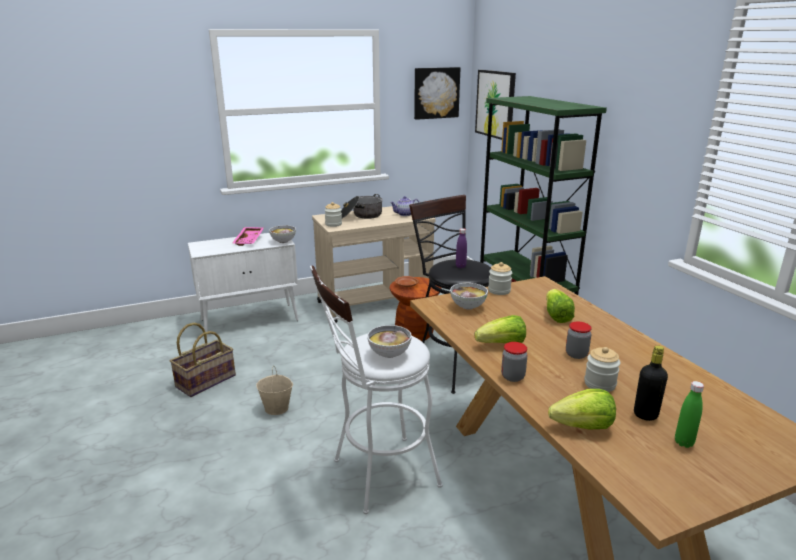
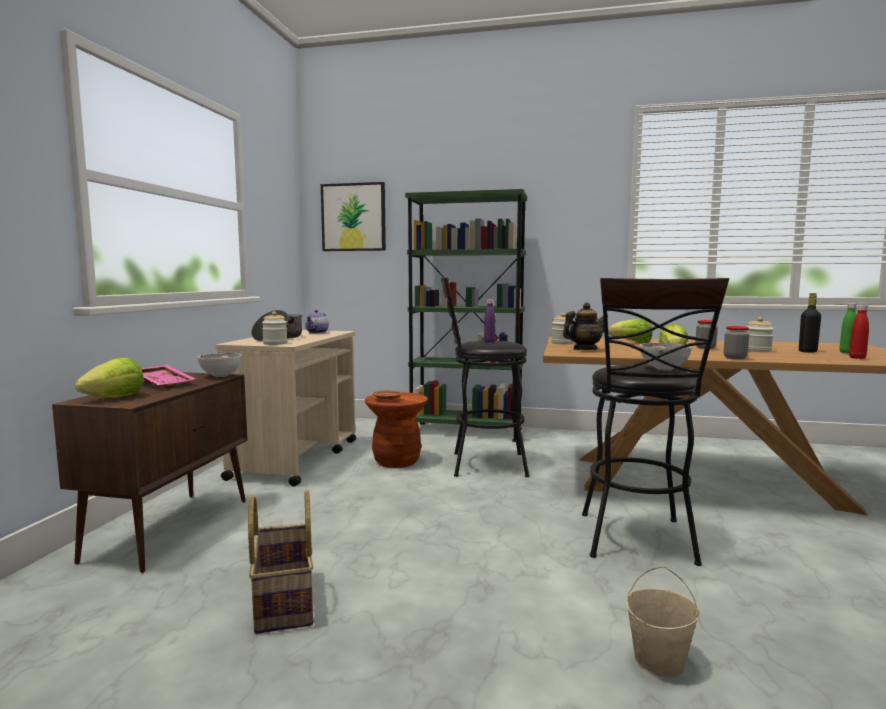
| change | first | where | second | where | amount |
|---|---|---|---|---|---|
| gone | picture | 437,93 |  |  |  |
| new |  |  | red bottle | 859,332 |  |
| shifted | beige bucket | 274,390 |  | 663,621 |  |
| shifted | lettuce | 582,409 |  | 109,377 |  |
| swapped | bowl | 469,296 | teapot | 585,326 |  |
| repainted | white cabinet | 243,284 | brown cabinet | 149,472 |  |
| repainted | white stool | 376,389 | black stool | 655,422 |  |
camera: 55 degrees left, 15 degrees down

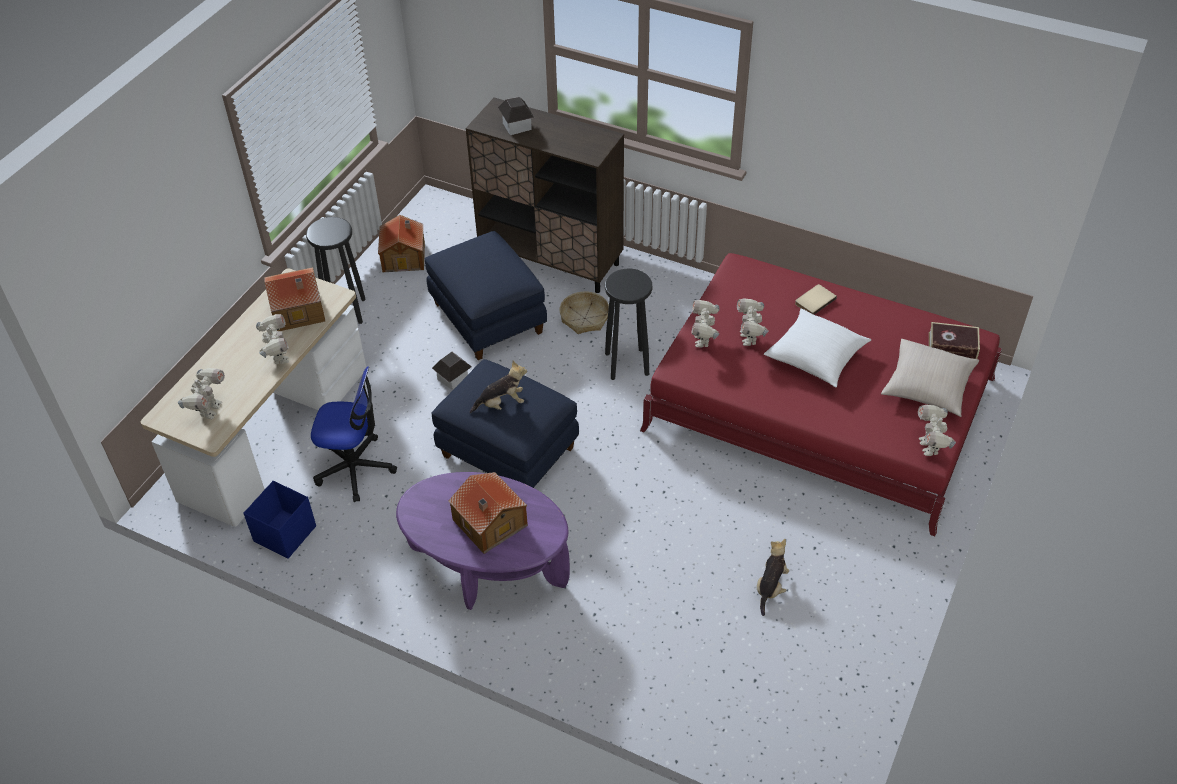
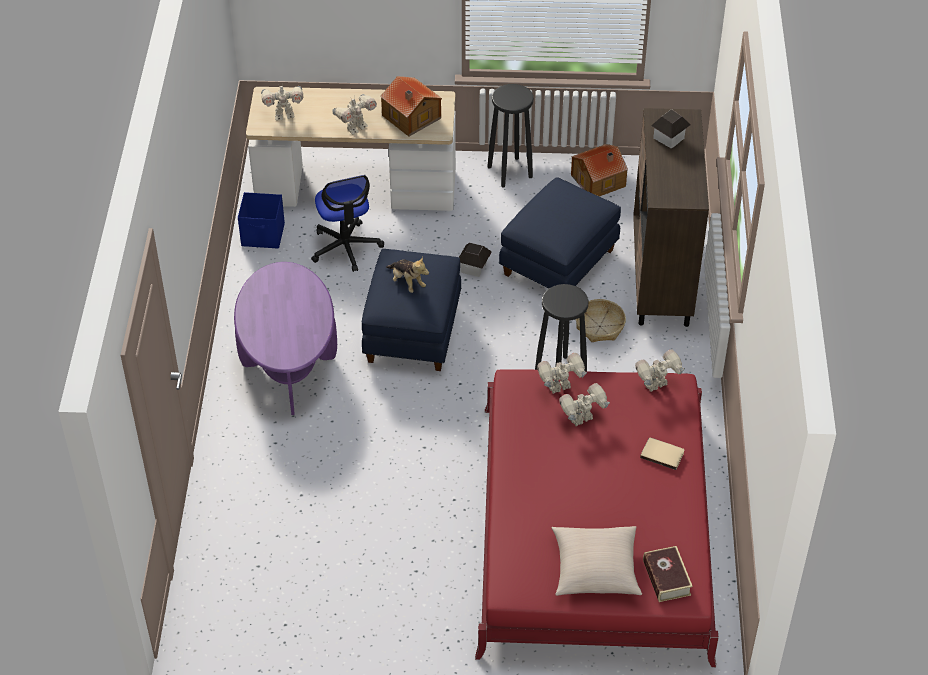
| change | first | where | second | where | amount |
|---|---|---|---|---|---|
| gone | toy house | 488,513 |  |  |  |
| gone | plush toy | 773,577 |  |  |  |
| gone | white pillow | 817,348 |  |  |  |
| shifted | toy robot | 937,430 |  | 660,370 |  |
camera: 65 degrees right, 0 degrees up

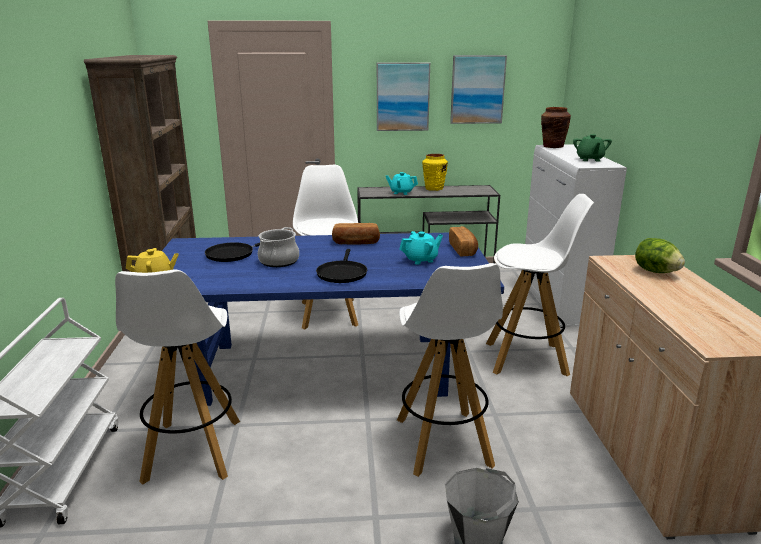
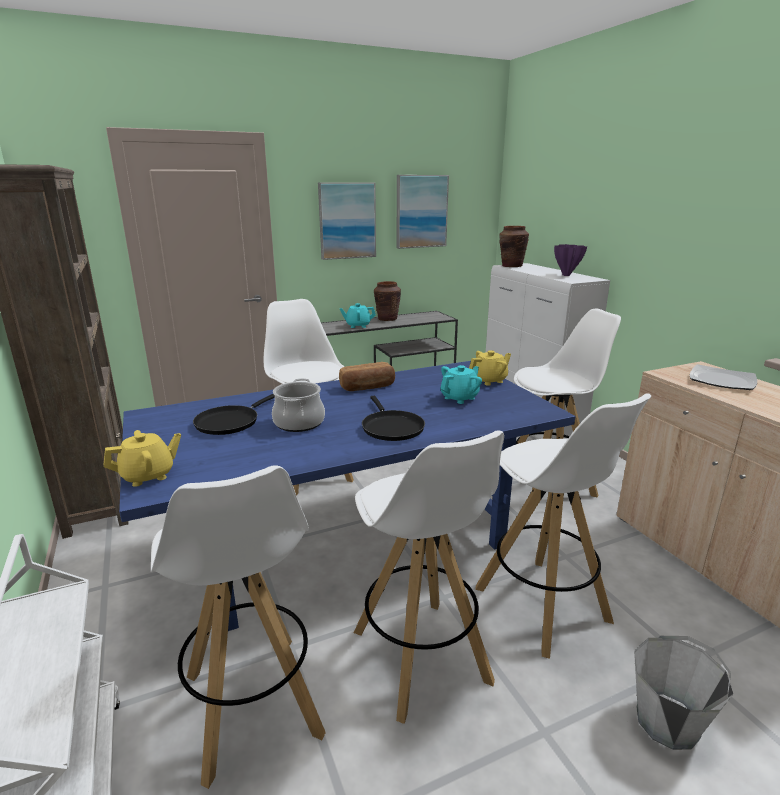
| change | first | where | second | where | amount |
|---|---|---|---|---|---|
| new |  |  | white stool | 429,577 |  |
| swapped | bread | 463,241 | yellow teapot | 490,368 |  |
| swapped | green teapot | 592,148 | purple vase | 570,260 |  |
| swapped | lettuce | 660,255 | plate | 723,377 |  |
| repainted | yellow vase | 435,172 | brown vase | 387,301 |  |
camera: 20 degrees left, 0 degrees up

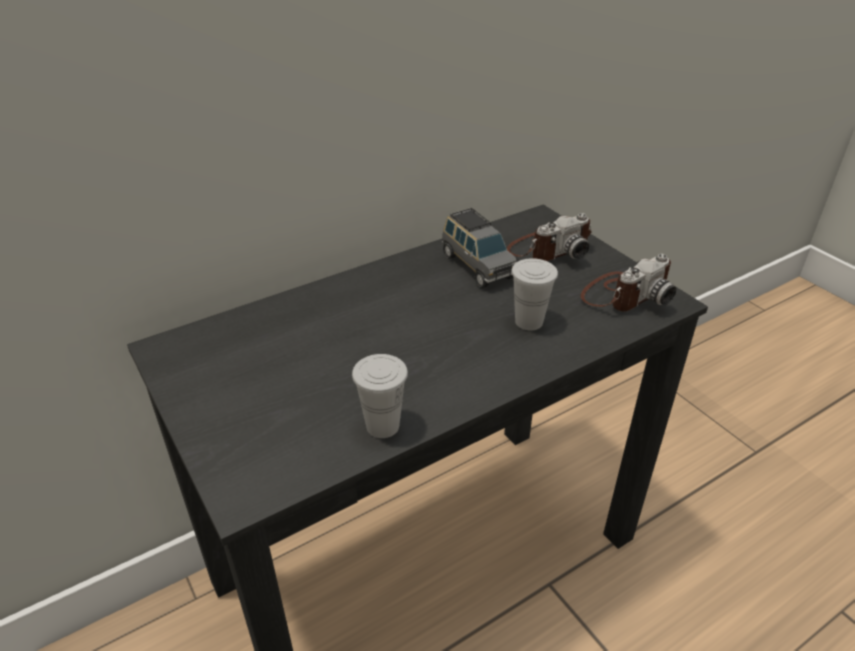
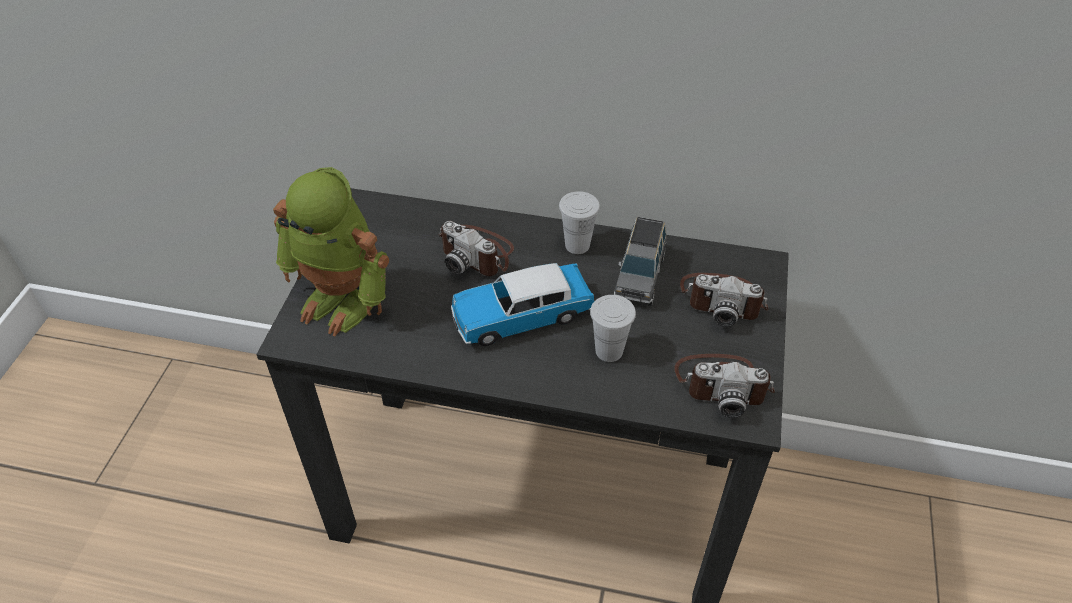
| change | first | where | second | where | amount |
|---|---|---|---|---|---|
| new |  |  | toy robot | 331,251 |  |
| new |  |  | photo camera | 476,248 |  |
| new |  |  | toy car | 522,304 |  |
| shifted | white cup | 380,396 |  | 579,222 |  |
camera: 45 degrees right, 10 degrees up

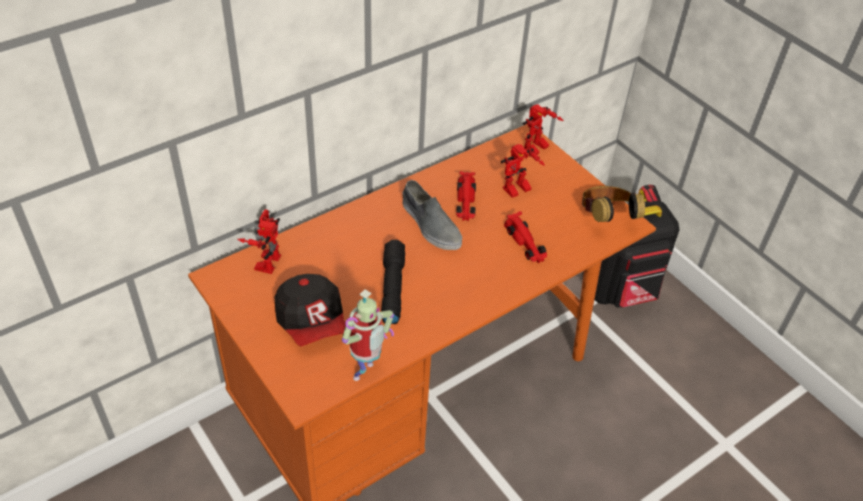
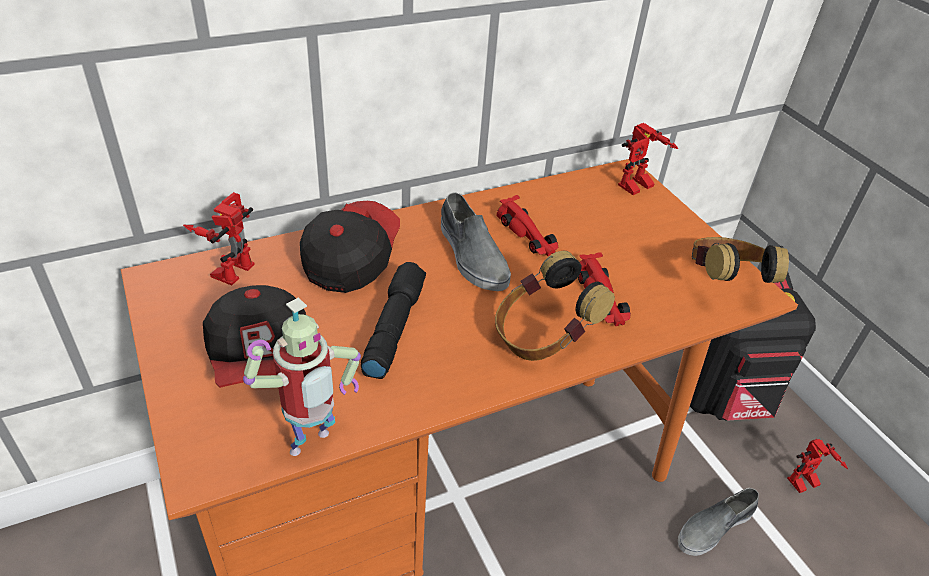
| change | first | where | second | where | amount |
|---|---|---|---|---|---|
| new |  |  | cap | 350,247 |  |
| new |  |  | headphones | 555,306 |  |
| new |  |  | grey shoe | 718,522 |  |
| shifted | toy robot | 523,171 |  | 817,466 |  |
| rotated | red toy car | 466,196 |  | 527,225 | 45 degrees counterclockwise |
camera: 10 degrees right, 5 degrees down

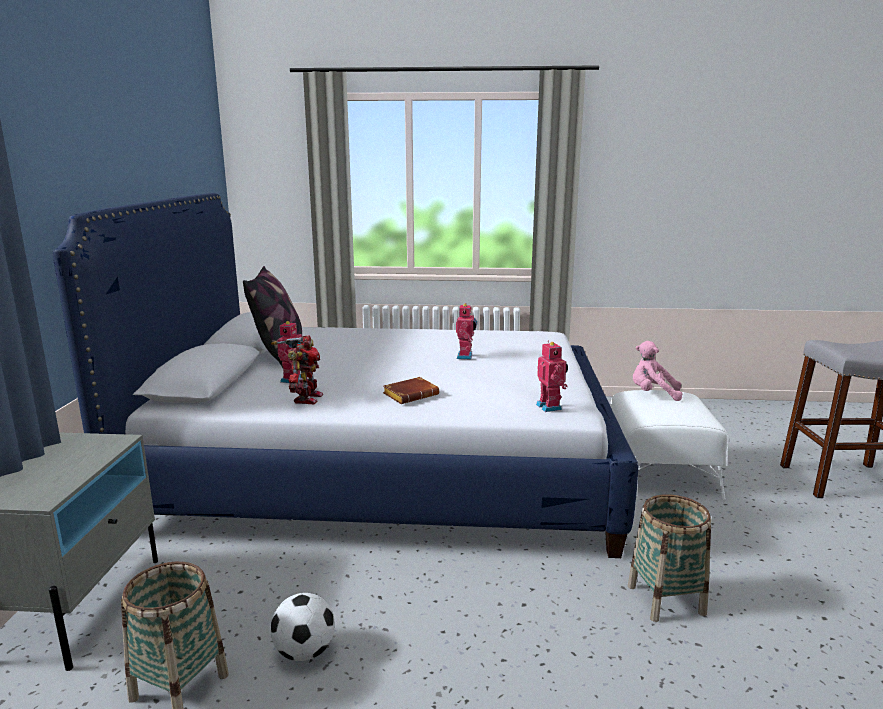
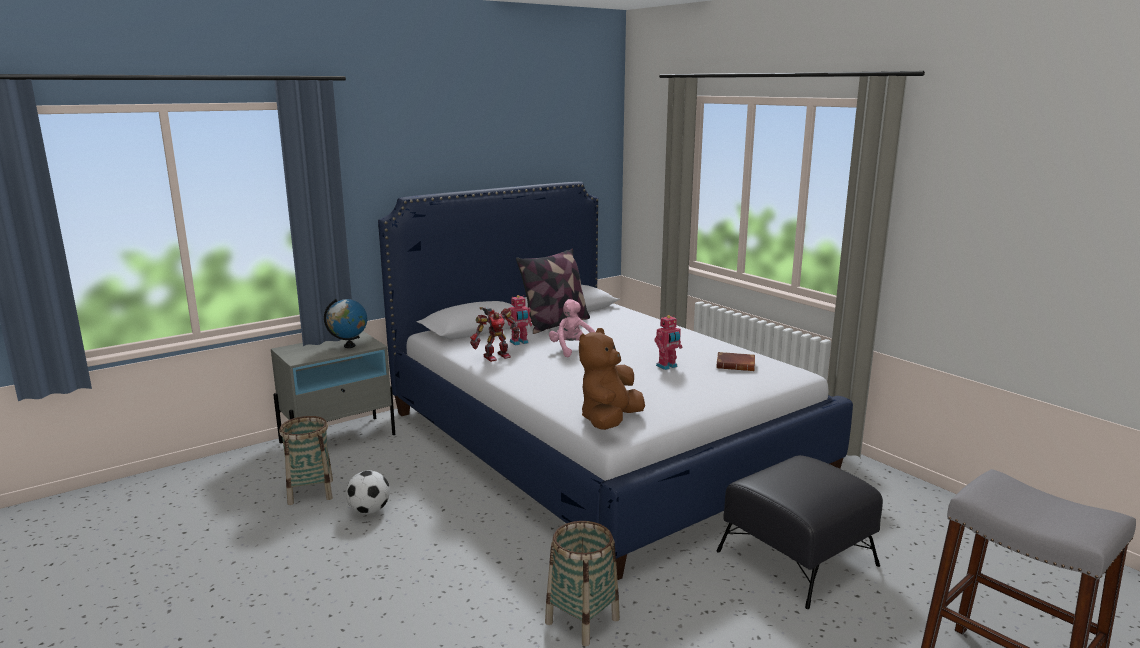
| change | first | where | second | where | amount |
|---|---|---|---|---|---|
| new |  |  | globe | 345,323 |  |
| shifted | brown book | 411,390 |  | 735,361 |  |
| shifted | pink plush toy | 657,371 |  | 572,328 |  |
| swapped | toy robot | 552,376 | brown plush toy | 612,379 |  |
| repainted | white ottoman | 669,445 | black ottoman | 799,532 |  |
camera: 50 degrees right, 0 degrees up

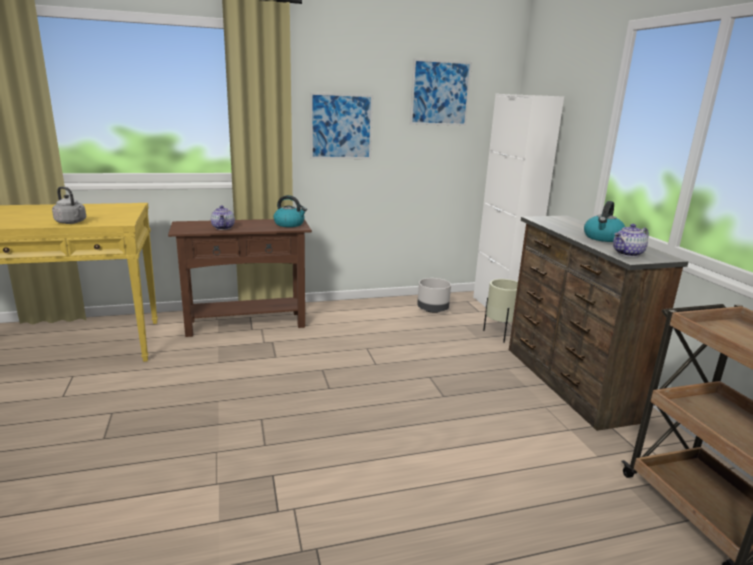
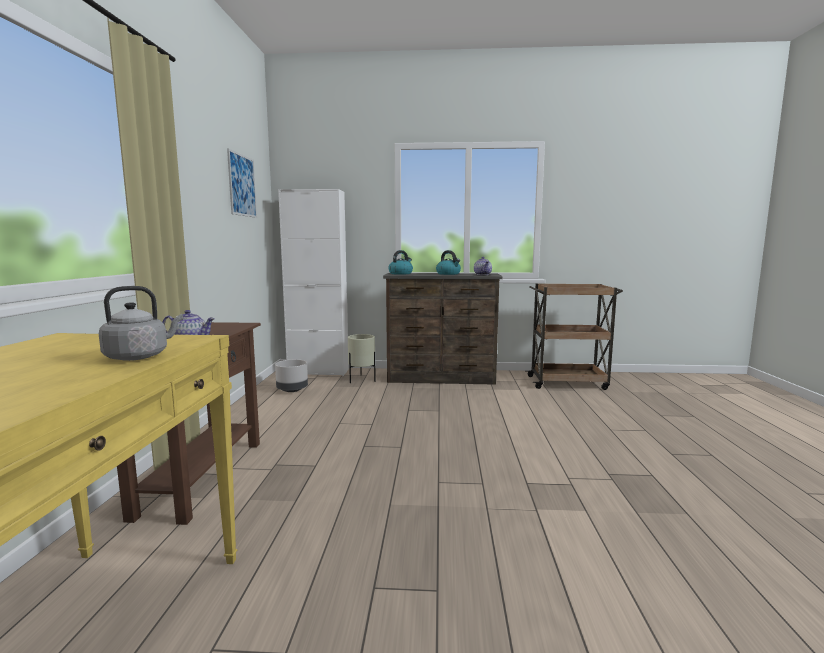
| change | first | where | second | where | amount |
|---|---|---|---|---|---|
| gone | picture | 341,125 |  |  |  |
| shifted | kettle | 290,211 |  | 400,262 |  |
camera: 70 degrees left, 10 degrees down

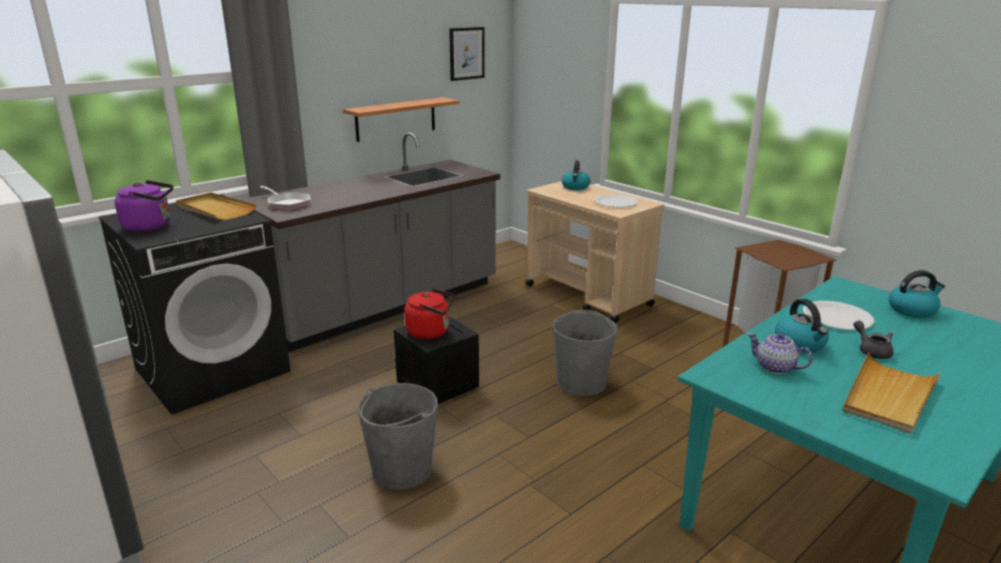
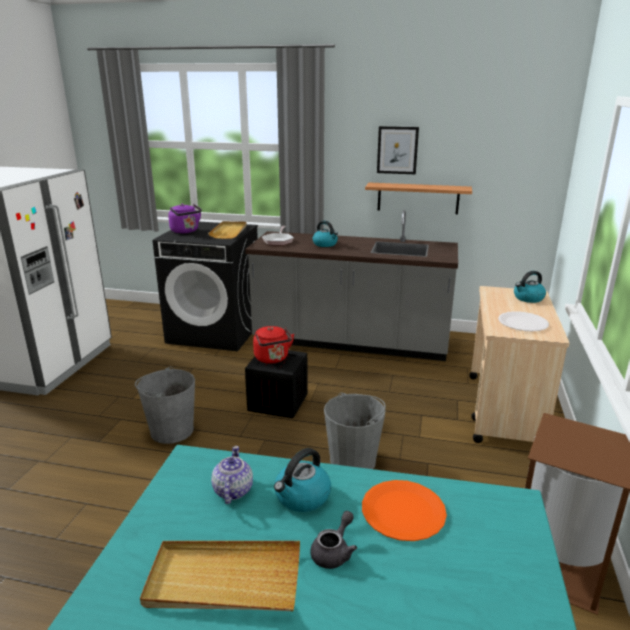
| change | first | where | second | where | amount |
|---|---|---|---|---|---|
| shifted | picture | 467,54 |  | 398,150 |  |
| shifted | kettle | 917,294 |  | 325,234 |  |
| repainted | white plate | 839,315 | orange plate | 404,510 |  |
camera: 55 degrees right, 0 degrees up

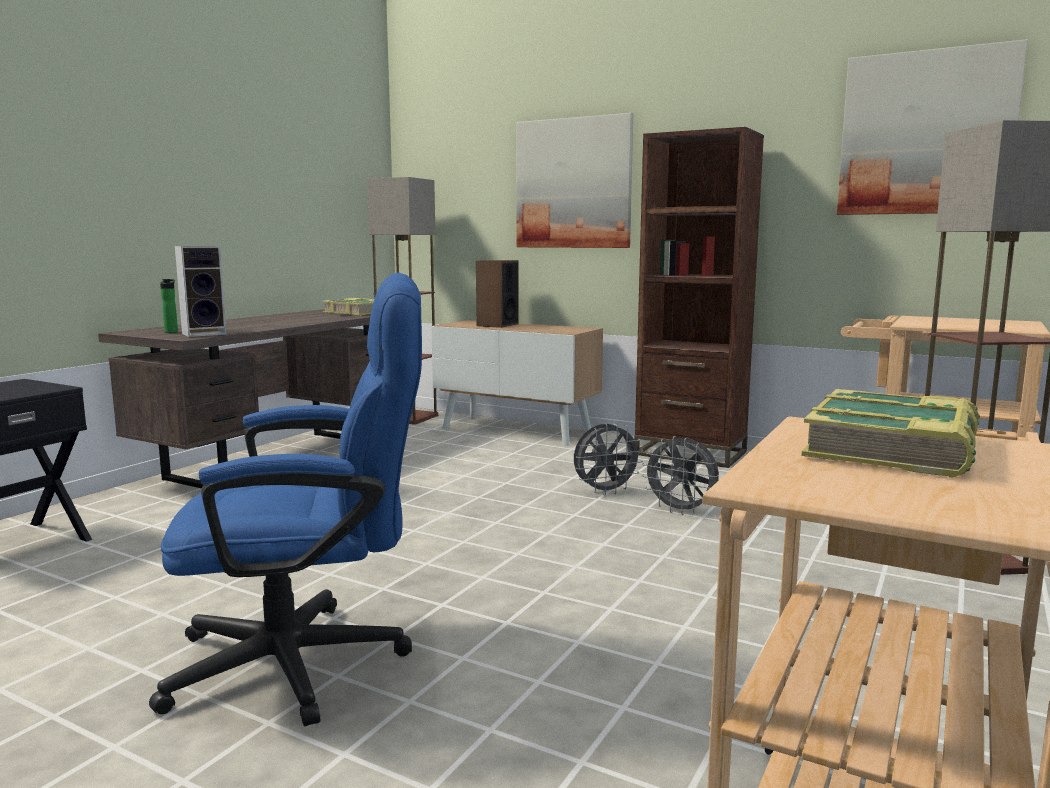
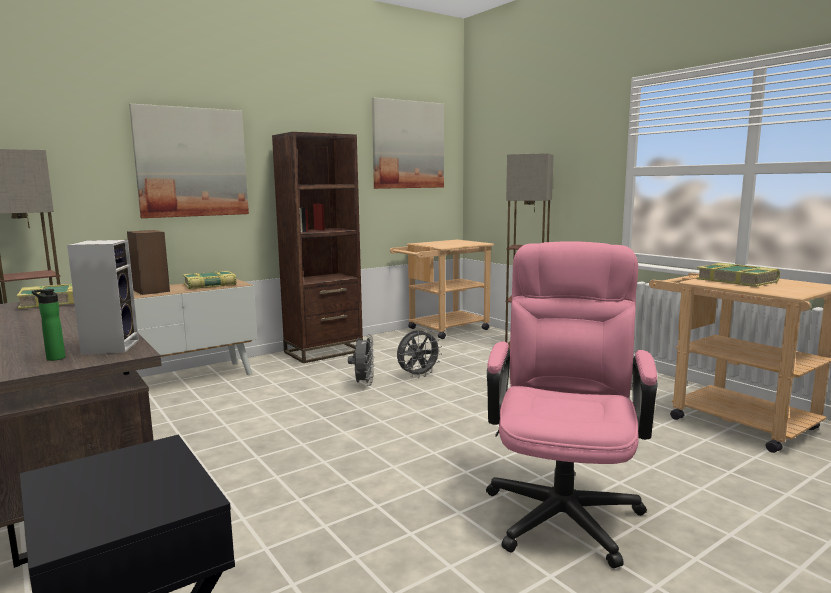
| change | first | where | second | where | amount |
|---|---|---|---|---|---|
| new |  |  | book | 209,280 |  |
| repainted | blue office chair | 285,499 | pink office chair | 571,404 |  |
camera: 65 degrees left, 0 degrees up

